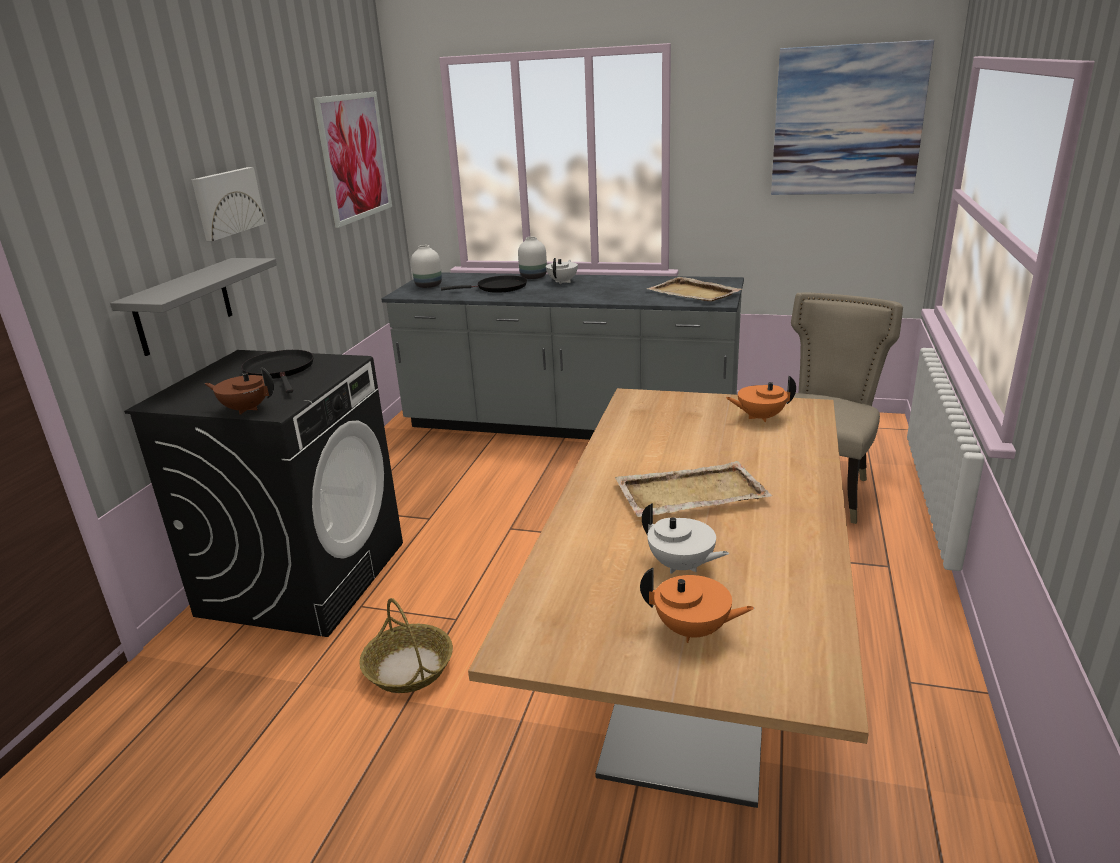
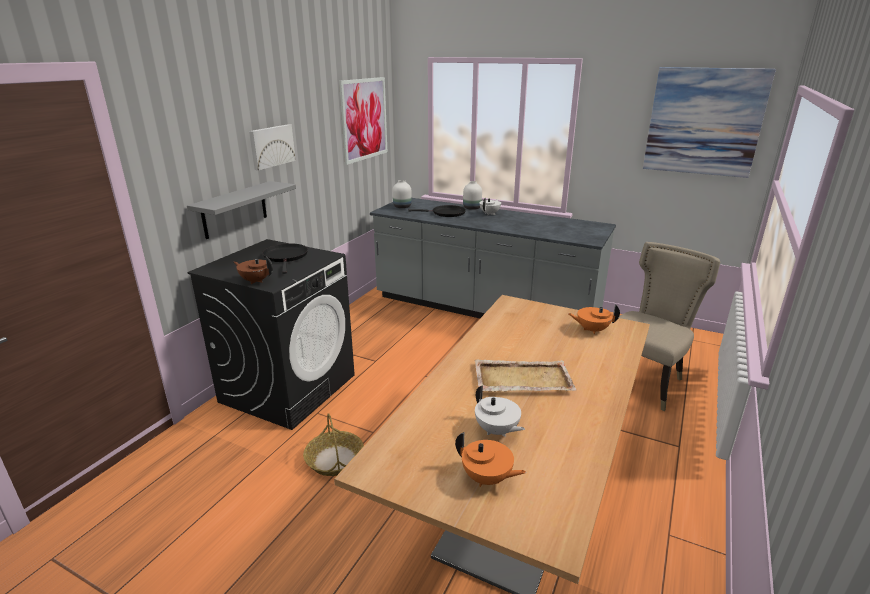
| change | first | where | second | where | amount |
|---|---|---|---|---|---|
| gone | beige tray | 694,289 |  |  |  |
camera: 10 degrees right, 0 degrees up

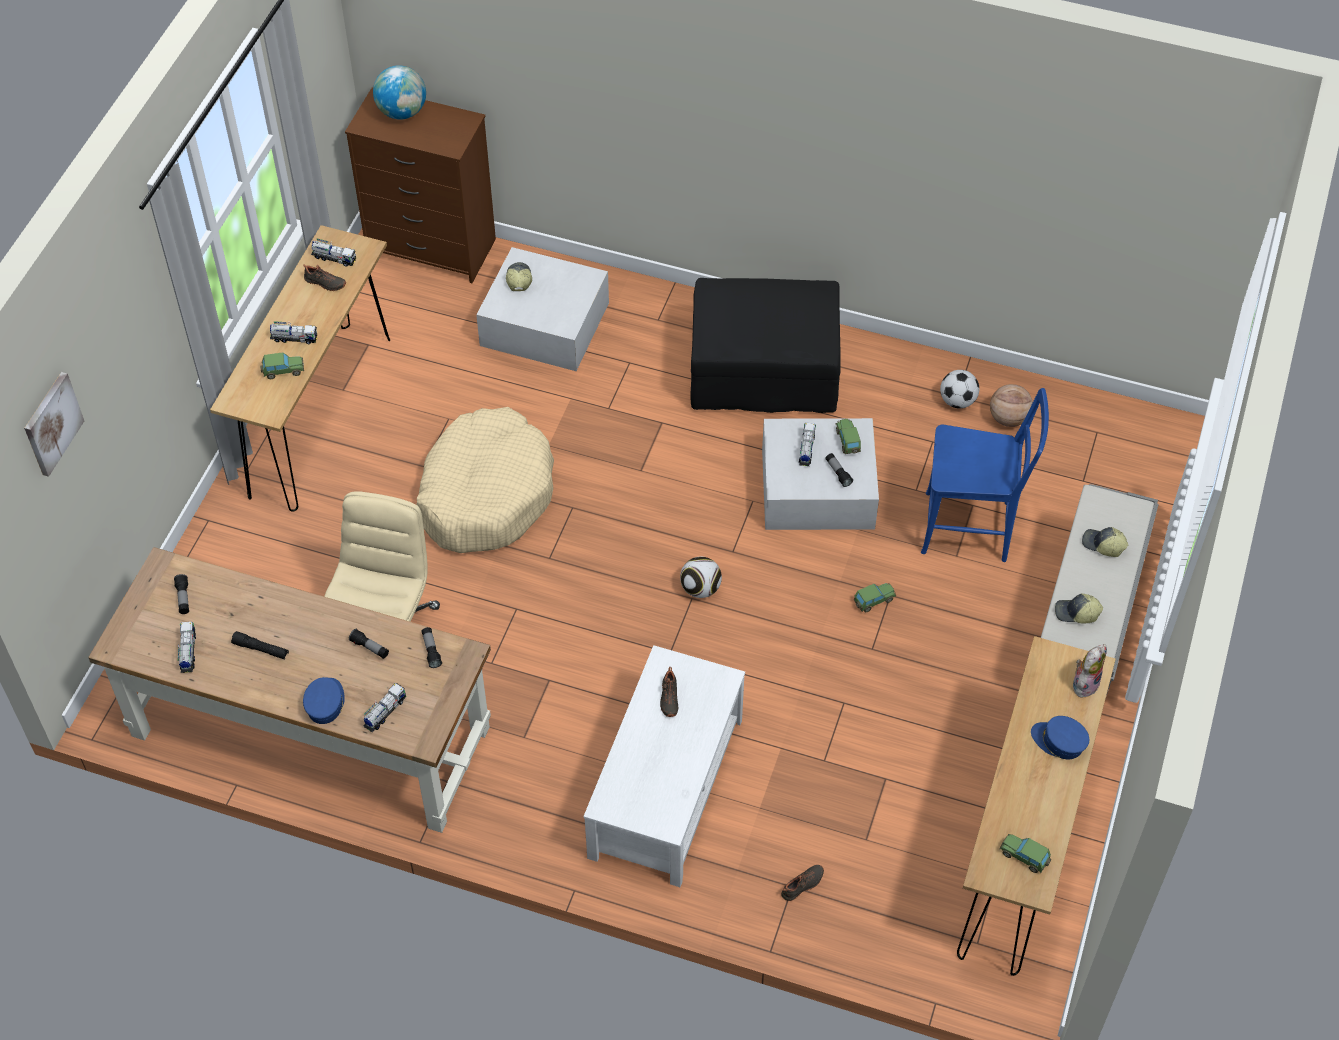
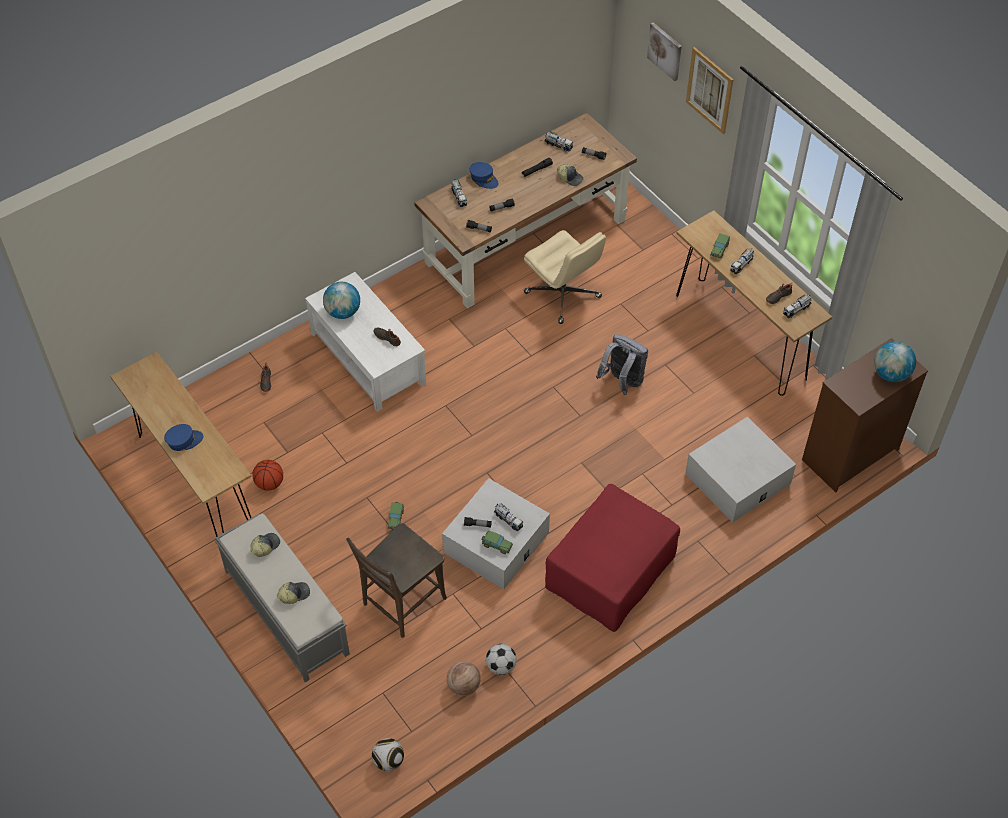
| change | first | where | second | where | amount |
|---|---|---|---|---|---|
| gone | toy car | 1025,853 |  |  |  |
| gone | plush toy | 1090,671 |  |  |  |
| new |  |  | basketball | 267,475 |  |
| new |  |  | globe | 341,300 |  |
| new |  |  | picture | 710,90 |  |
| shifted | cap | 519,276 |  | 570,175 |  |
| shifted | football | 701,577 |  | 388,754 |  |
| swapped | beige dog bed | 485,480 | grey backpack | 622,364 |  |
| repainted | black ottoman | 766,345 | red ottoman | 612,558 |  |
| repainted | blue chair | 985,475 | brown chair | 396,580 |  |
camera: 125 degrees right, 0 degrees up

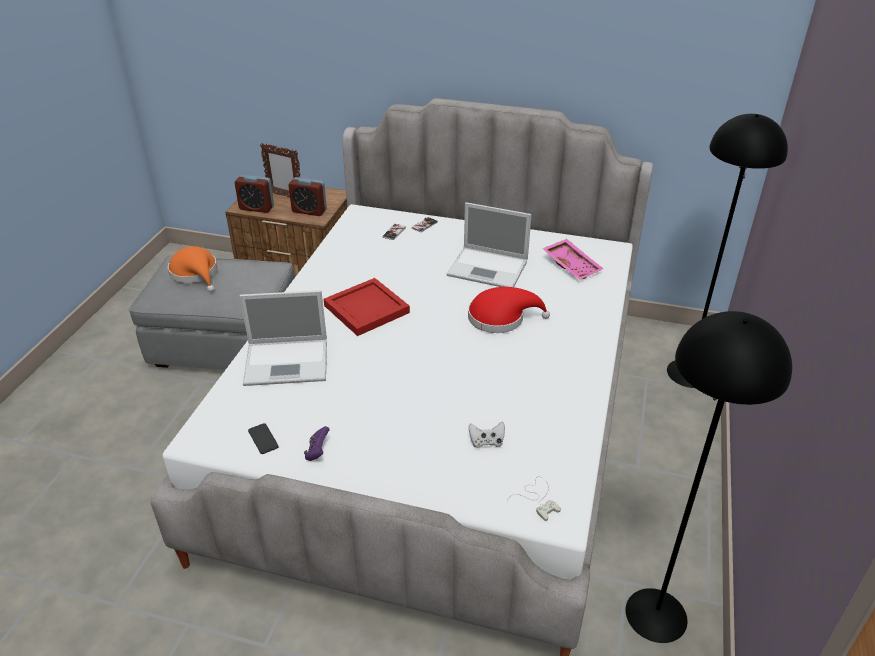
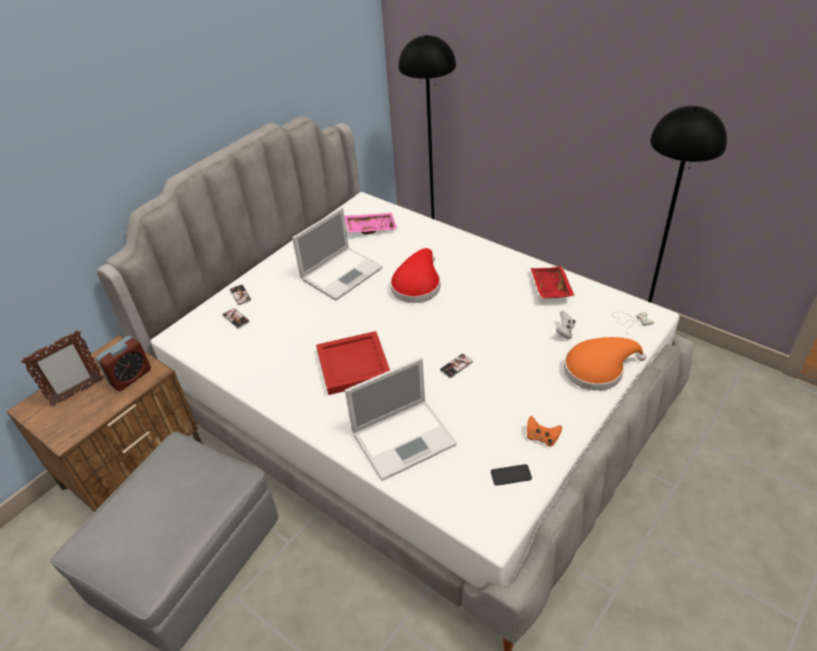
| change | first | where | second | where | amount |
|---|---|---|---|---|---|
| gone | alarm clock | 254,194 |  |  |  |
| new |  |  | phone | 456,365 |  |
| new |  |  | red tray | 553,282 |  |
| shifted | orange hat | 192,269 |  | 605,364 |  |
| repainted | purple game controller | 317,443 | orange game controller | 544,431 |  |
| rotated | laptop | 283,338 |  | 401,419 | 45 degrees clockwise |
camera: 65 degrees left, 5 degrees up

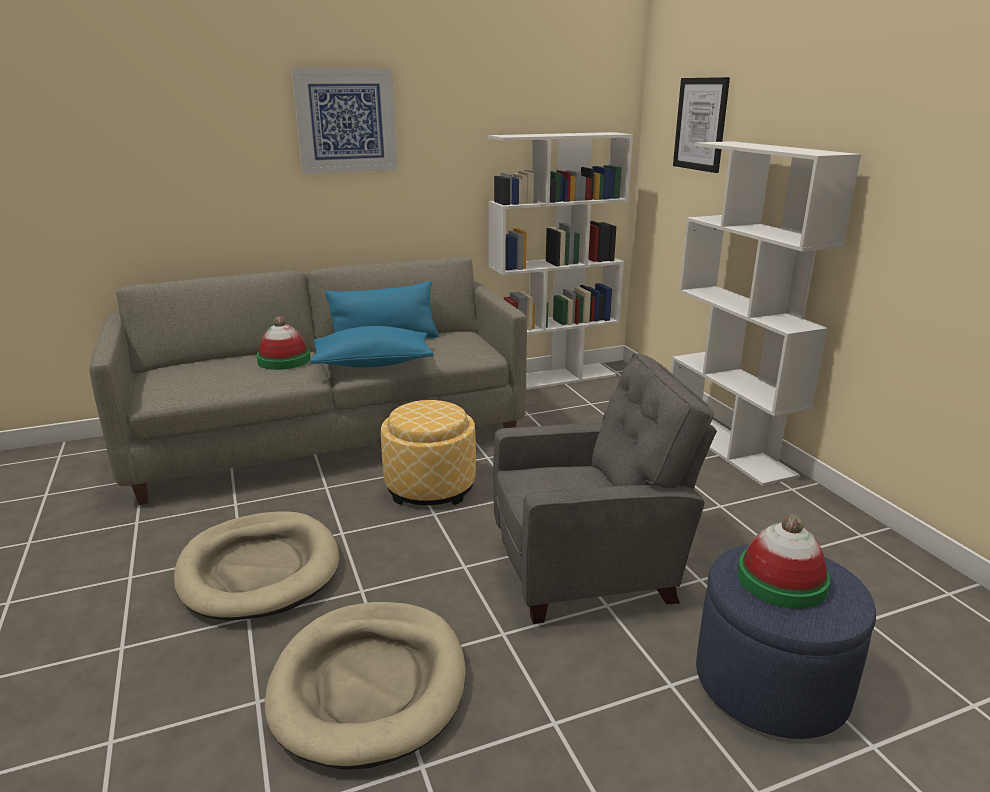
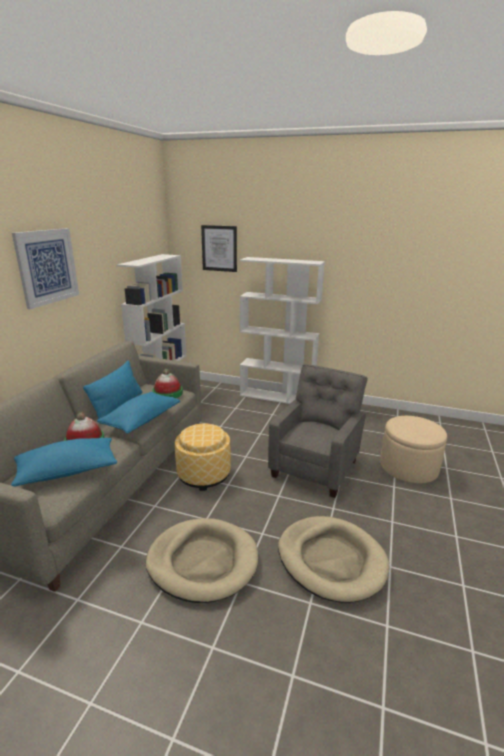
| change | first | where | second | where | amount |
|---|---|---|---|---|---|
| new |  |  | blue pillow | 64,462 |  |
| shifted | hat | 783,561 |  | 168,383 |  |
| repainted | blue ottoman | 786,641 | beige ottoman | 413,449 |  |
camera: 50 degrees left, 0 degrees up

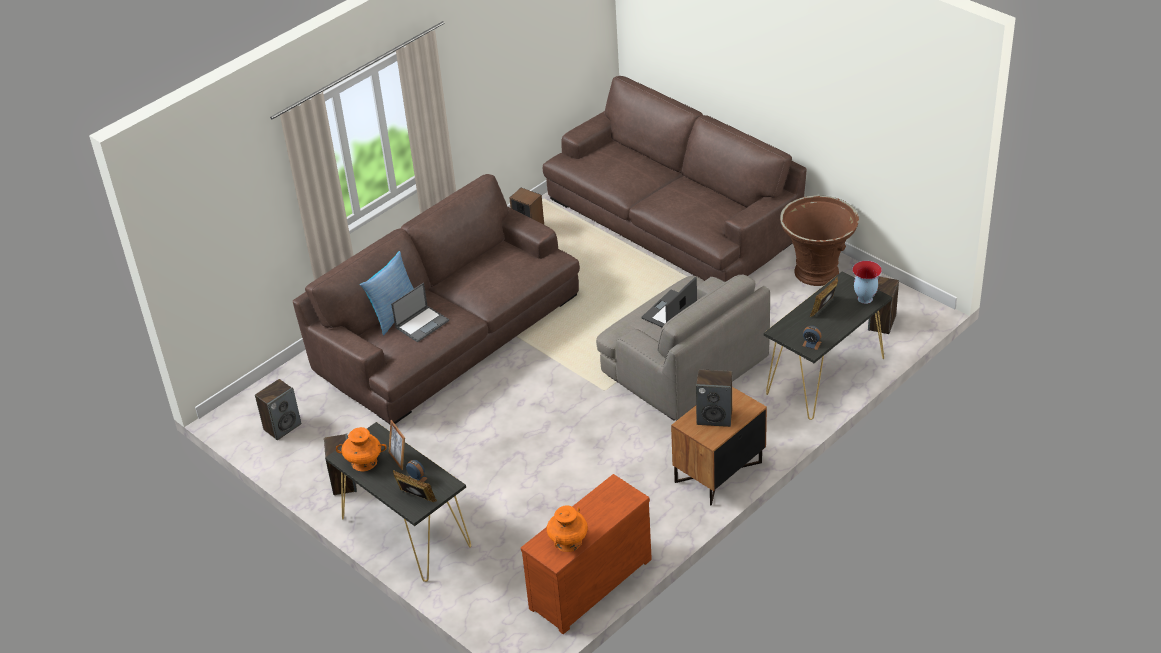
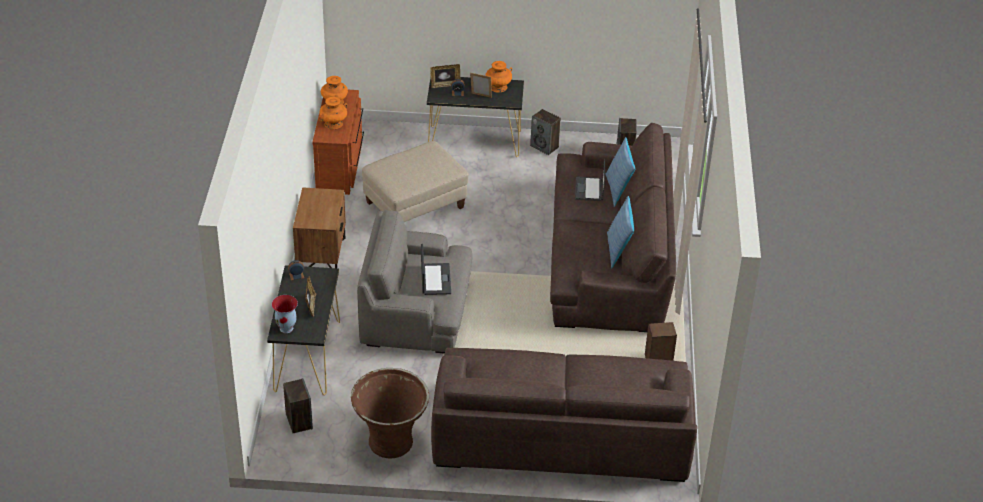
| change | first | where | second | where | amount |
|---|---|---|---|---|---|
| gone | speaker | 714,398 |  |  |  |
| new |  |  | orange vase | 333,113 |  |
| new |  |  | beige ottoman | 415,181 |  |
| new |  |  | pillow | 620,232 |  |
camera: 135 degrees right, 0 degrees up

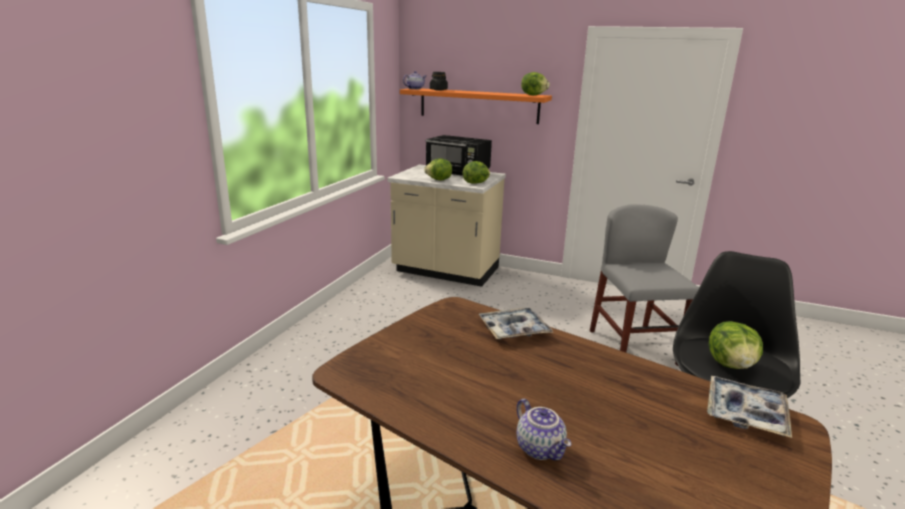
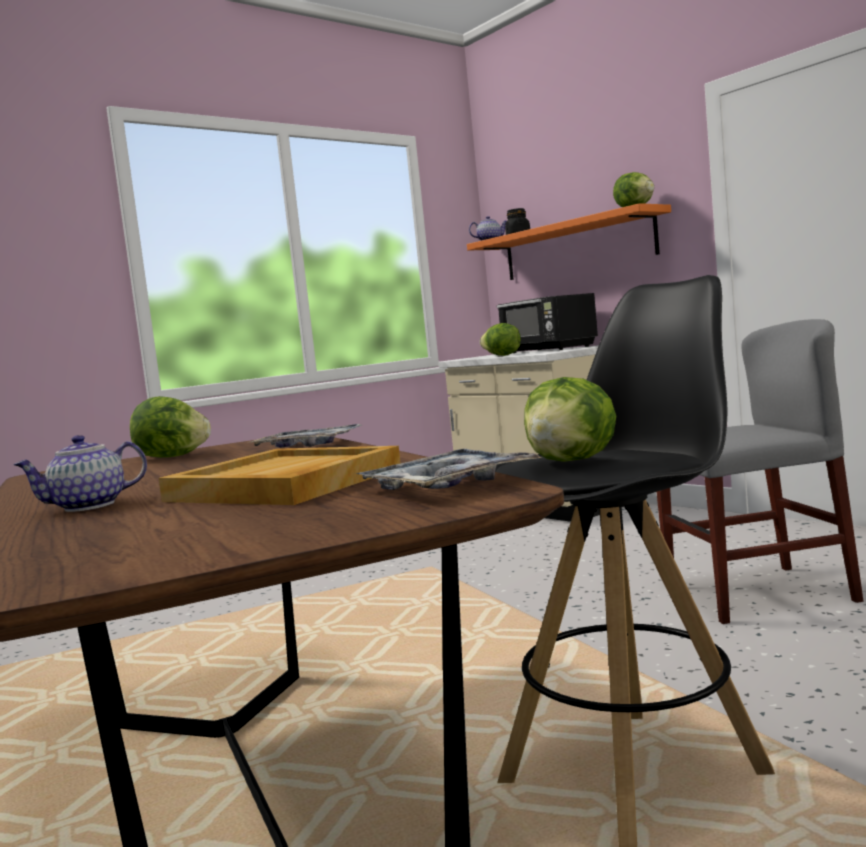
| change | first | where | second | where | amount |
|---|---|---|---|---|---|
| new |  |  | beige tray | 280,475 |  |
| shifted | lettuce | 476,172 |  | 170,427 |  |
| rotated | teapot | 544,430 |  | 80,473 | 60 degrees clockwise |
| rotated | grey chair | 644,285 |  | 760,471 | 60 degrees clockwise |
camera: 30 degrees right, 15 degrees down

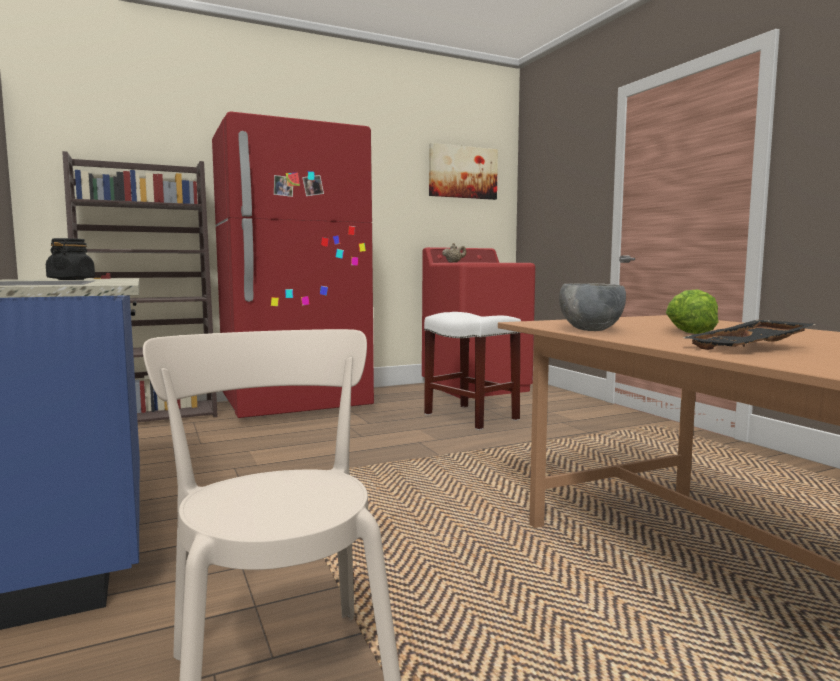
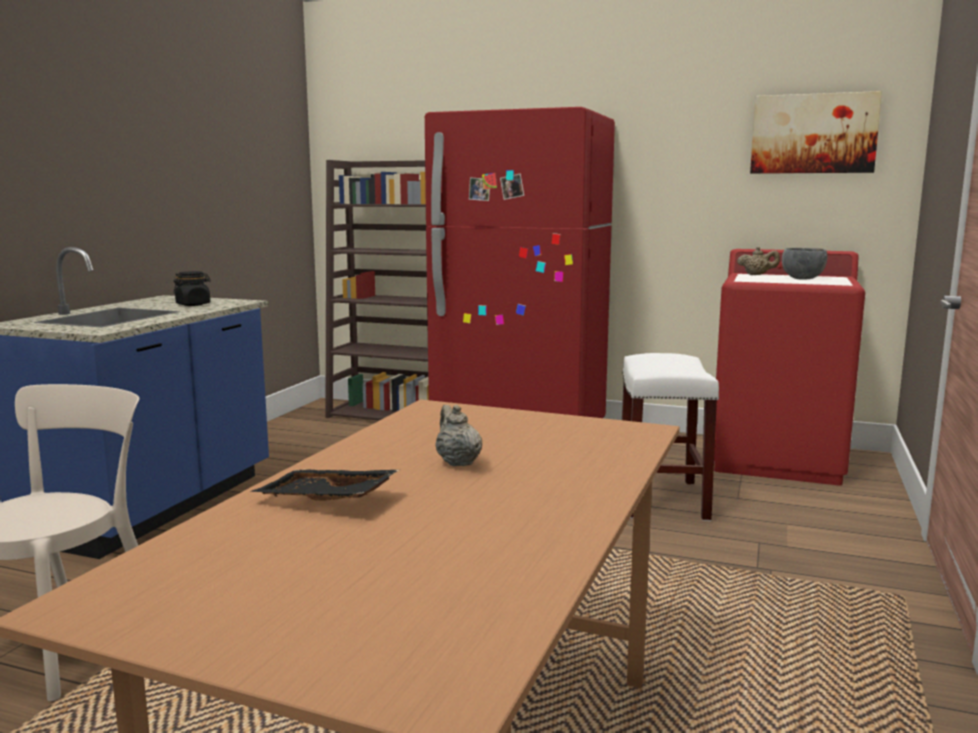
| change | first | where | second | where | amount |
|---|---|---|---|---|---|
| shifted | grey bowl | 592,307 |  | 804,264 |  |
| swapped | lettuce | 692,311 | beige teapot | 458,435 |  |
camera: 45 degrees right, 5 degrees up

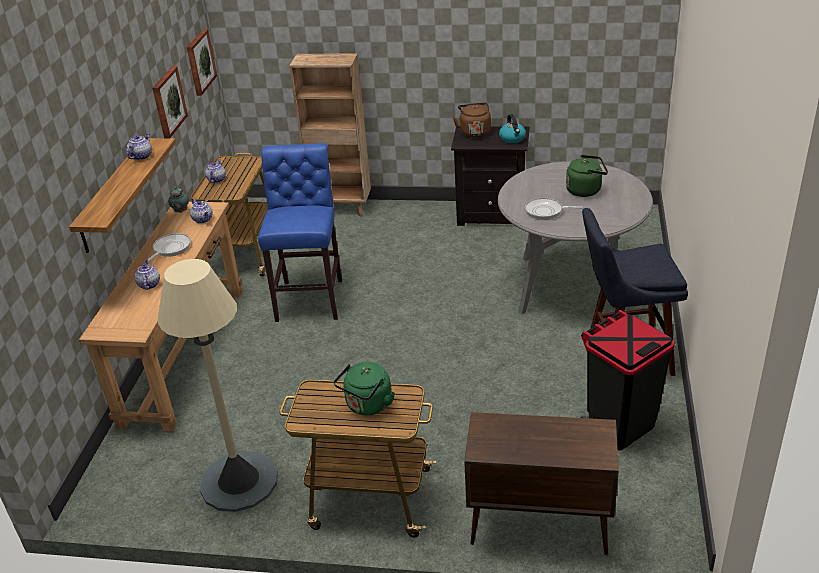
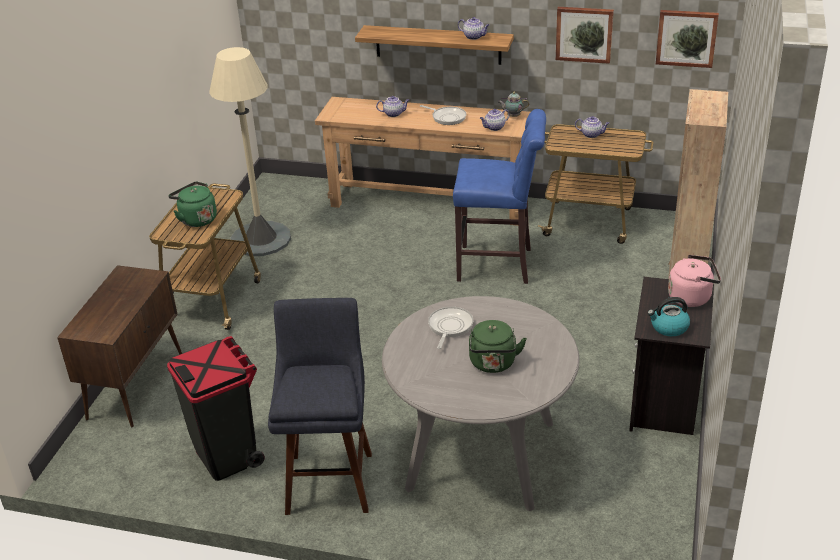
| change | first | where | second | where | amount |
|---|---|---|---|---|---|
| repainted | brown kettle | 472,120 | pink kettle | 694,281 |  |
camera: 95 degrees right, 0 degrees up

